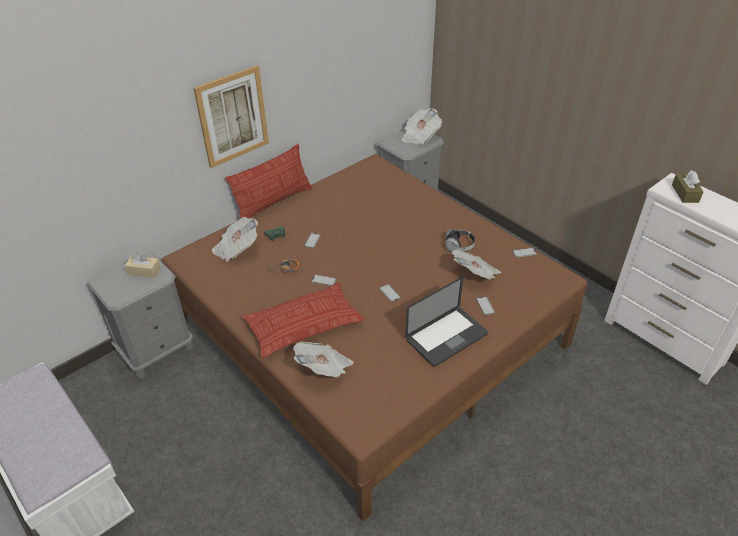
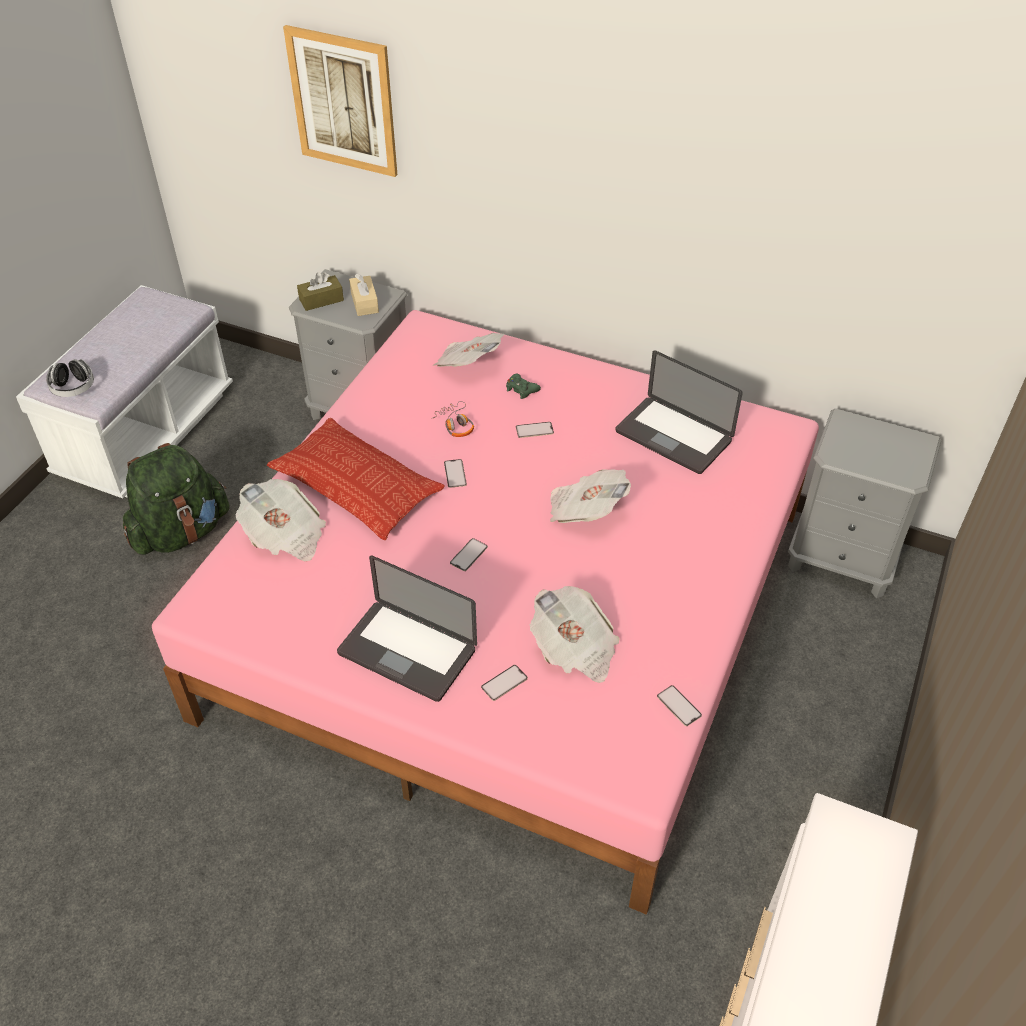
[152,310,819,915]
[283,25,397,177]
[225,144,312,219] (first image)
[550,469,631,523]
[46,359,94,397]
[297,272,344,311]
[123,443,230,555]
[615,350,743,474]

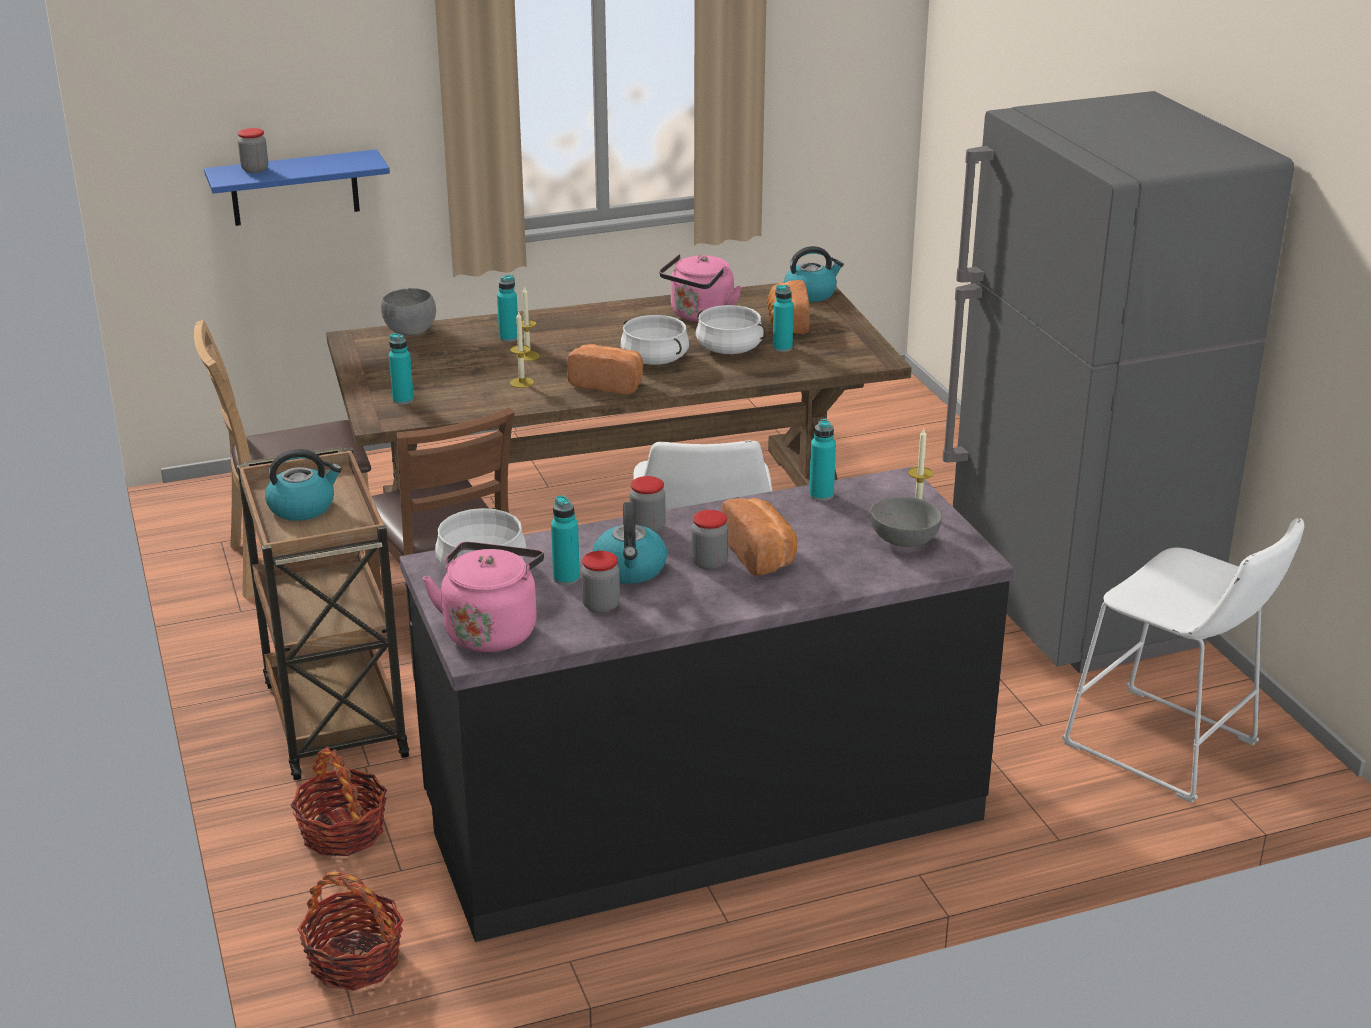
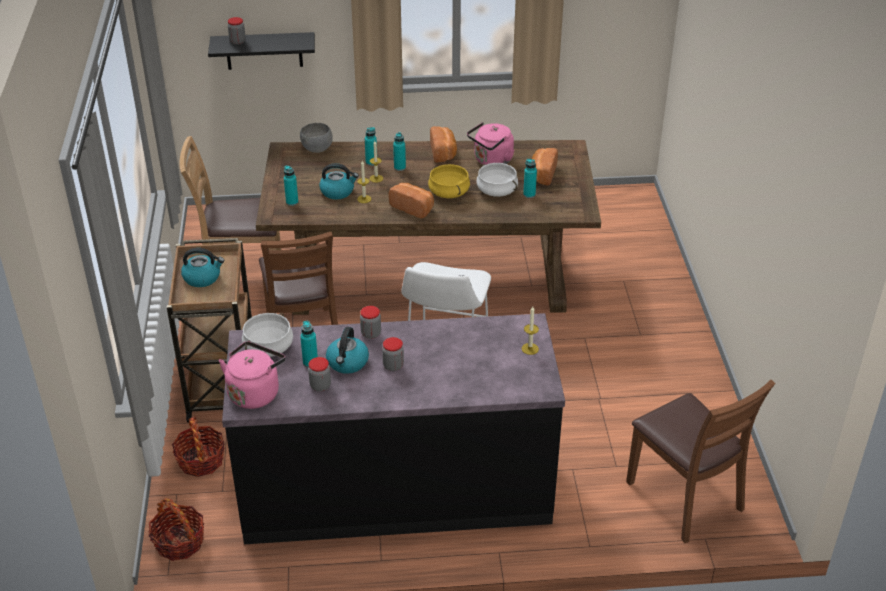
[208,32,315,70]
[428,164,470,198]
[430,126,457,163]
[319,163,359,200]
[393,132,406,171]
[870,497,942,547] (first image)
[942,91,1294,673] (first image)
[626,380,776,543]

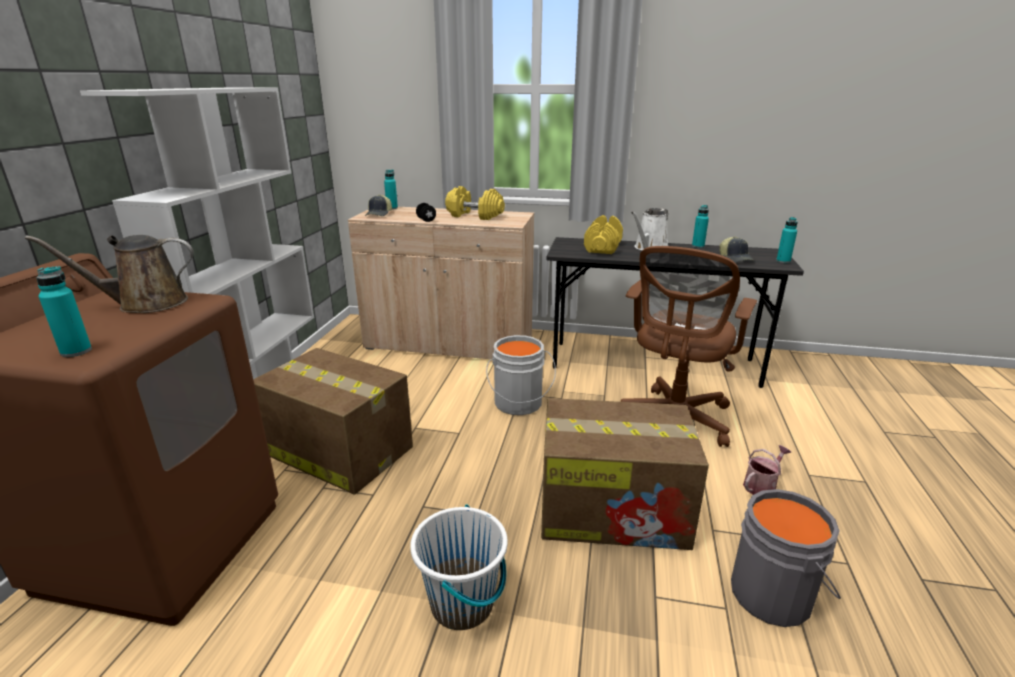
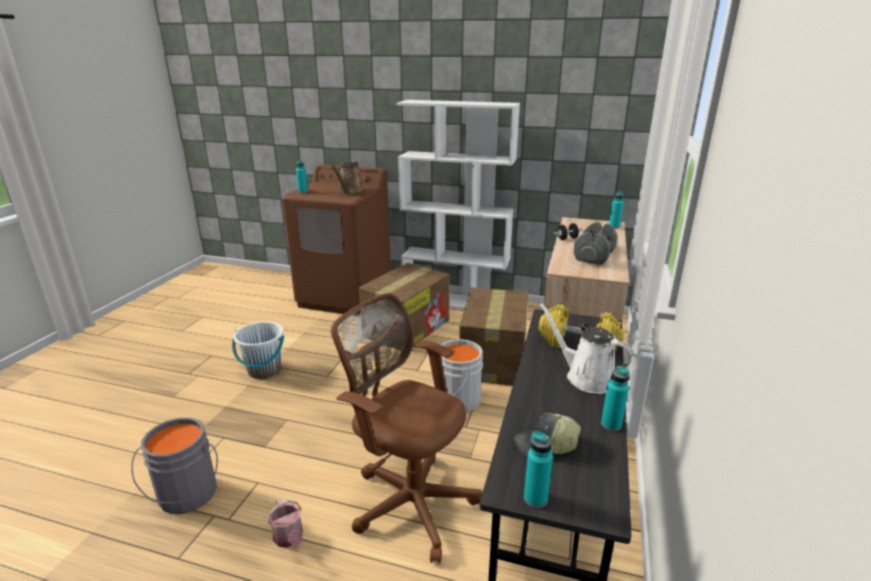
[331,161,364,195]
[365,194,392,216] (first image)
[573,222,618,265]
[459,288,528,386]

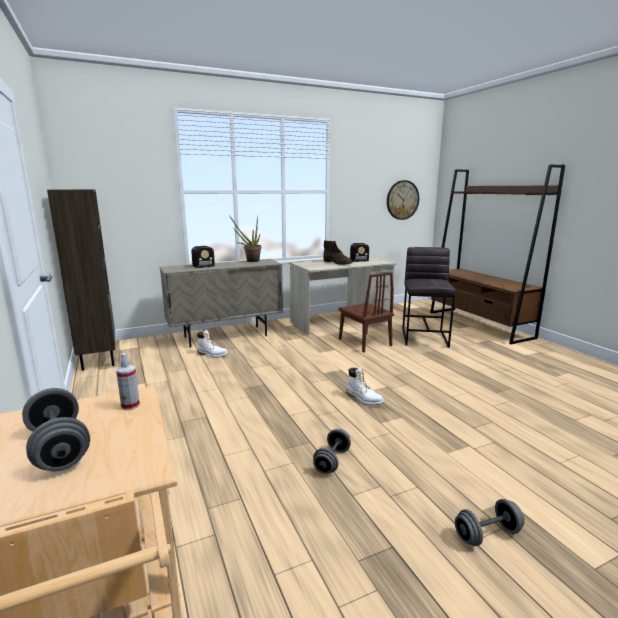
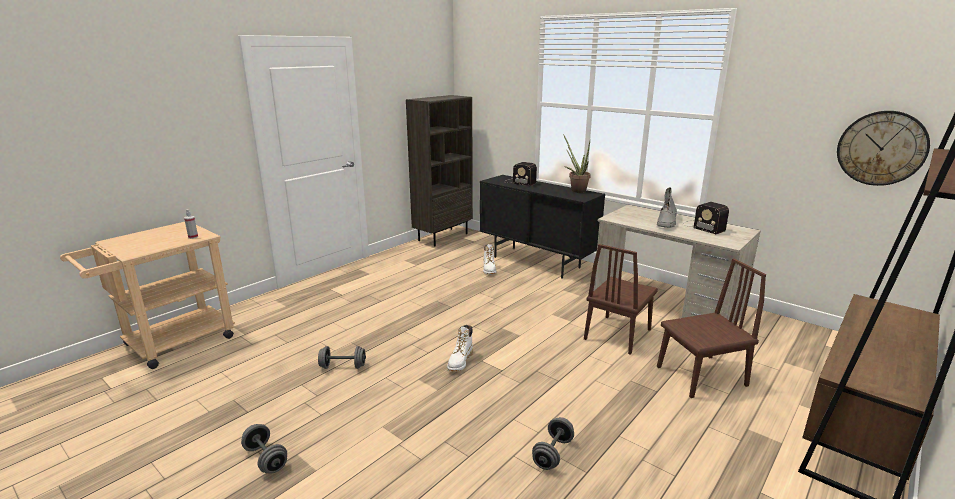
[532,417,574,470]
[480,175,605,279]
[657,187,677,228]
[657,258,766,398]

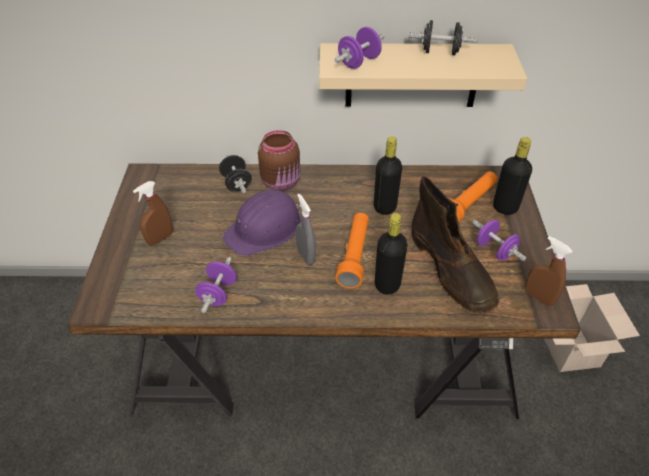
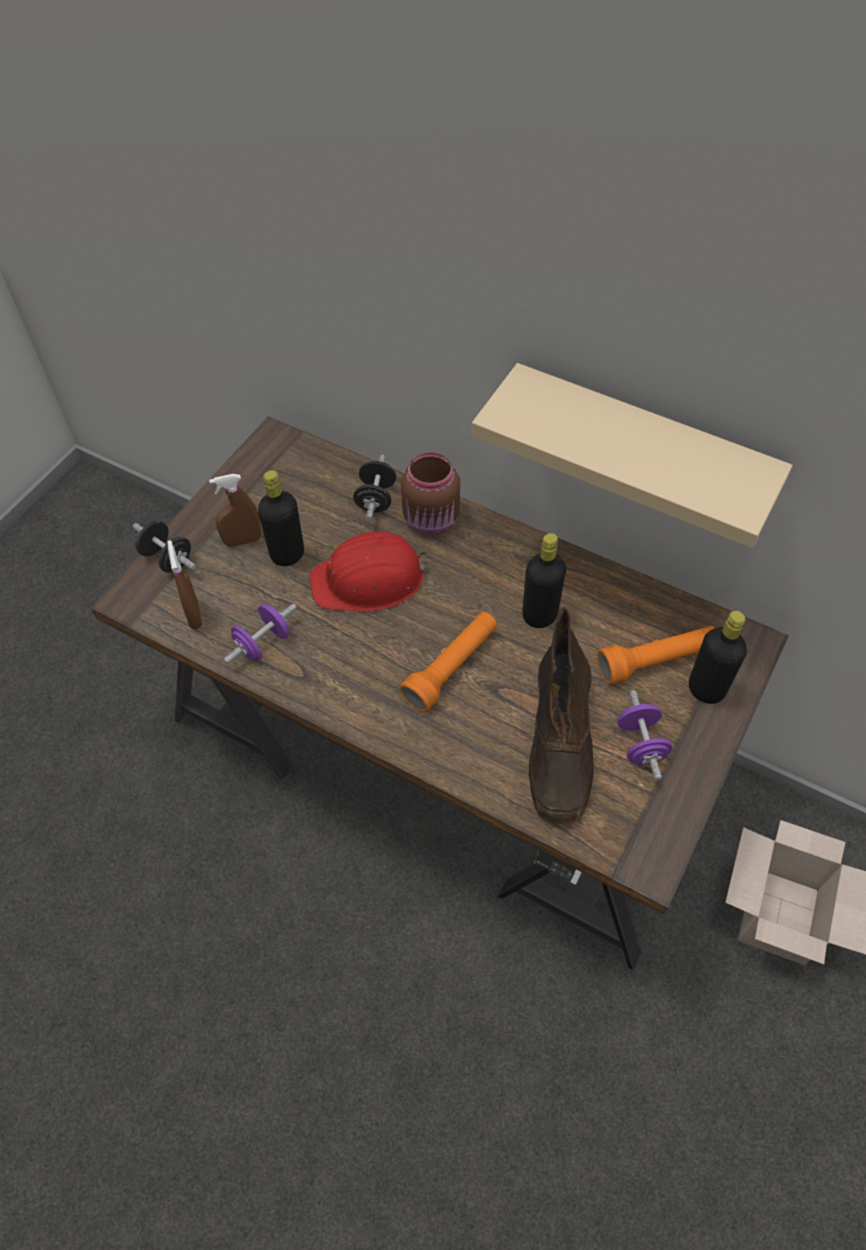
[309,532,429,612]
[296,194,316,265] (first image)
[334,27,385,69] (first image)
[258,470,304,566]
[133,521,196,573]
[168,540,202,629]

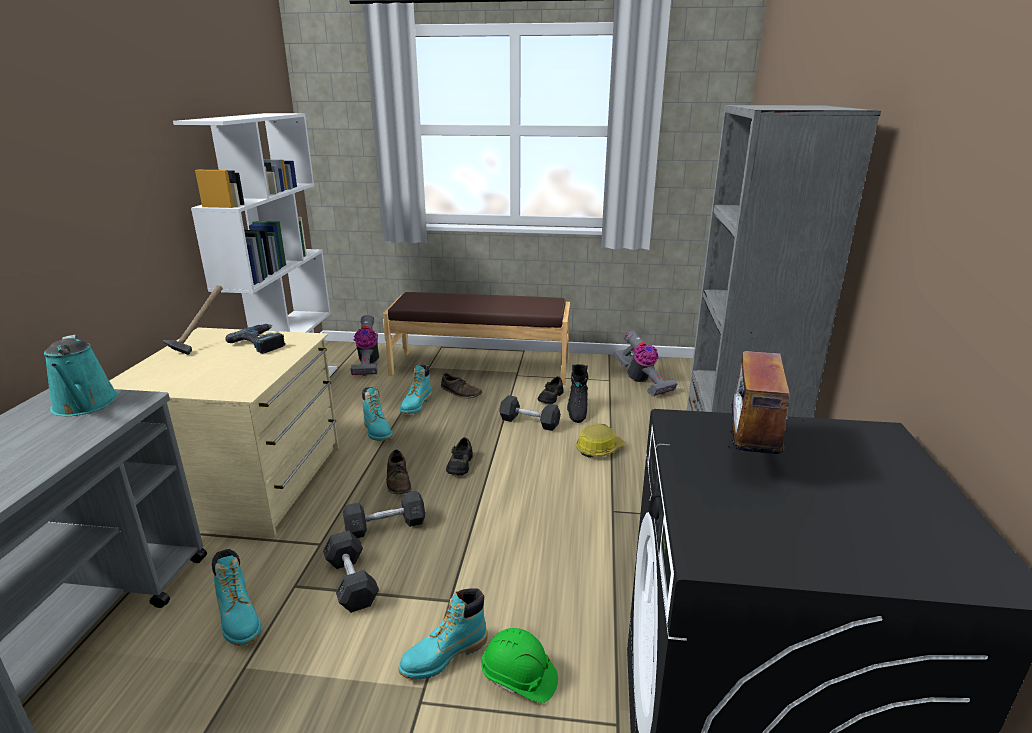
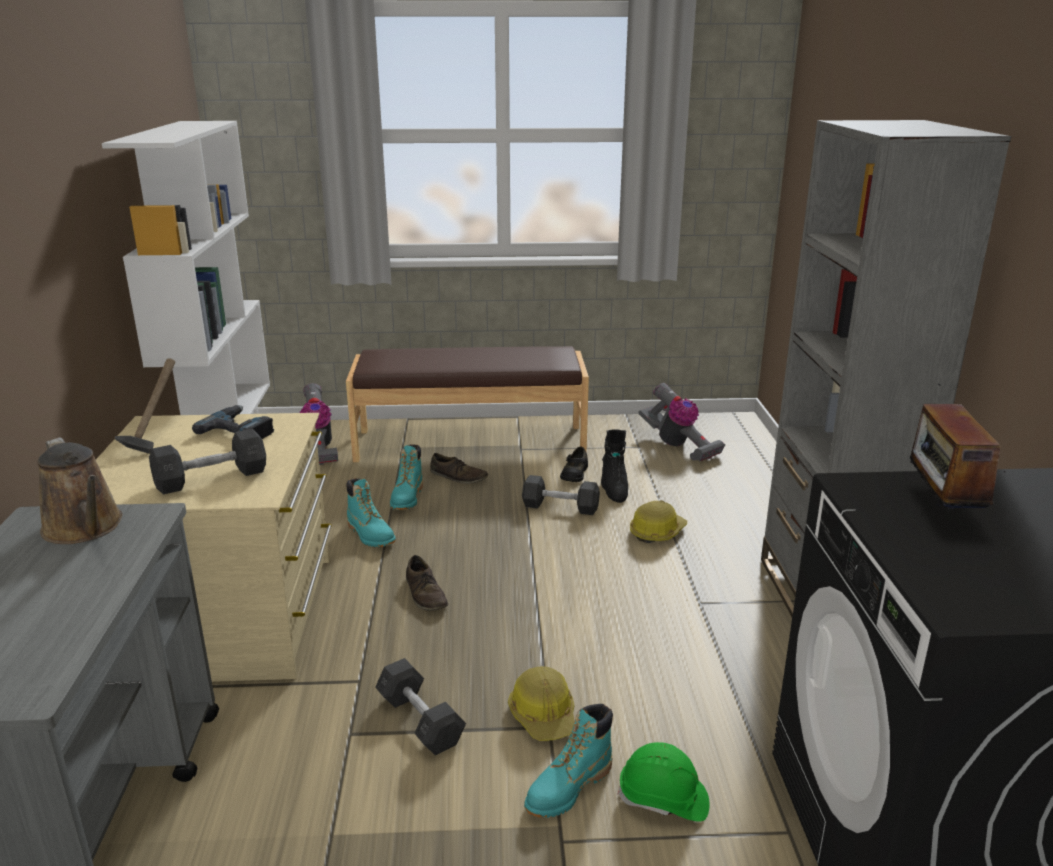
[37,437,123,544]
[212,549,261,646] (first image)
[149,429,266,494]
[446,437,473,475] (first image)
[508,666,574,741]

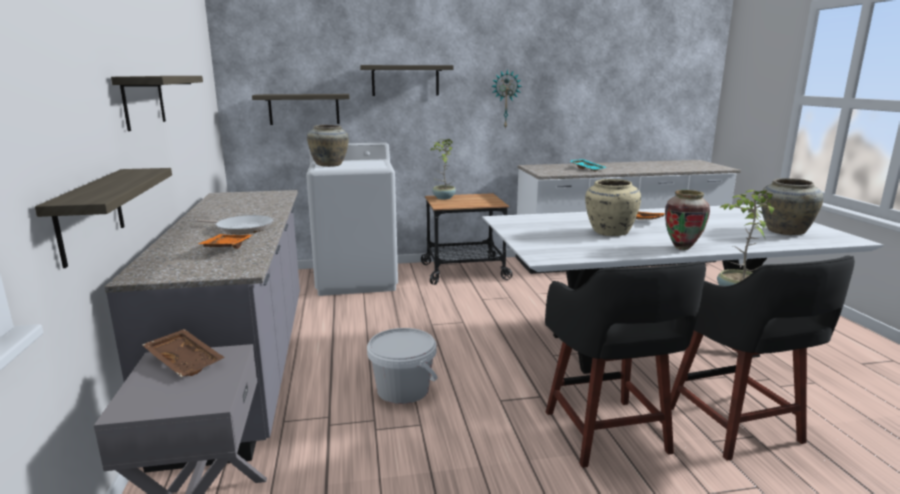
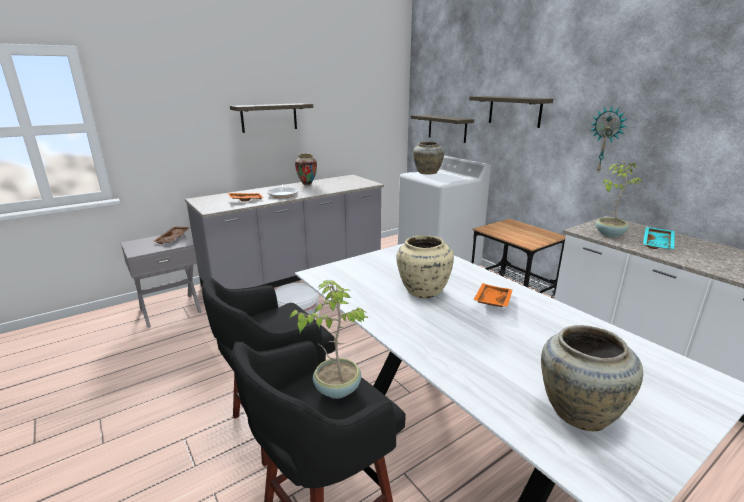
[35,168,172,268] (first image)
[595,162,643,237]
[295,154,317,186]

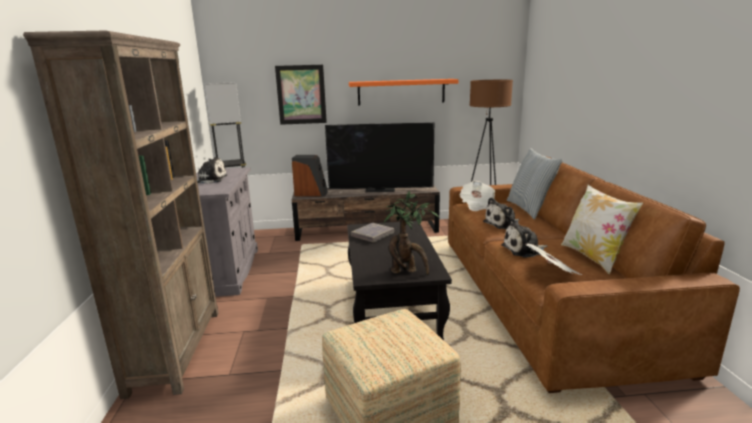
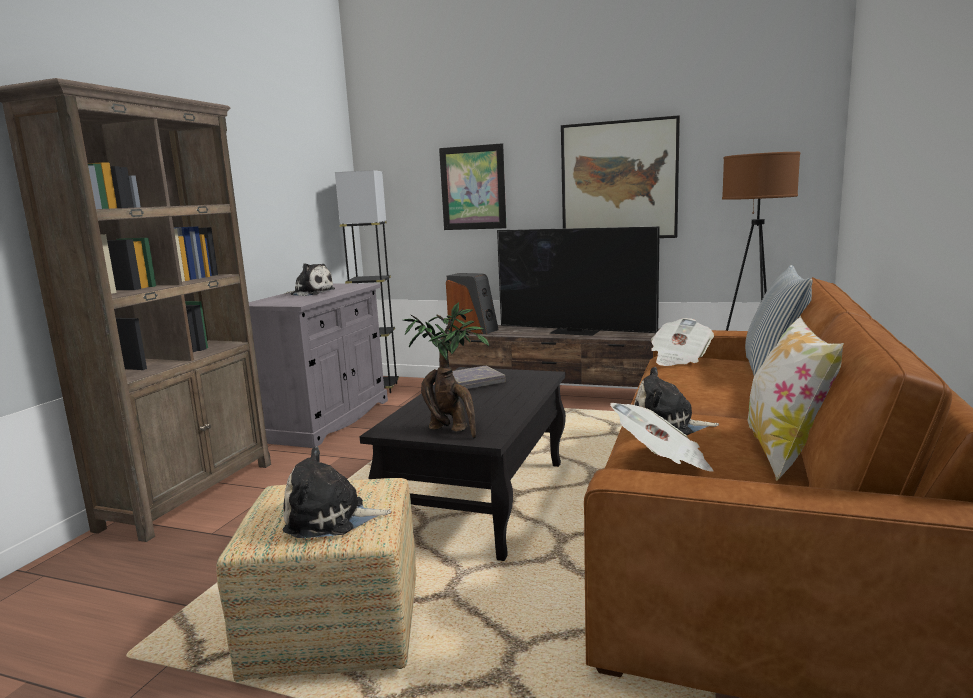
[561,115,680,238]
[283,446,392,538]

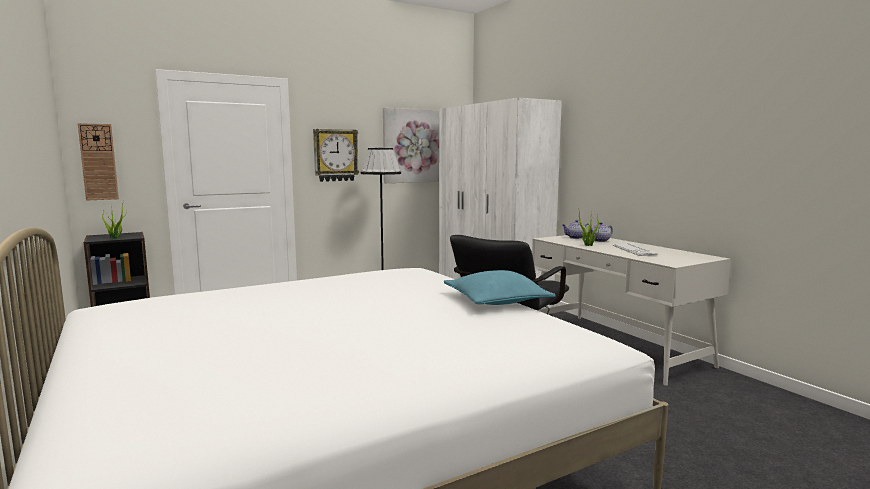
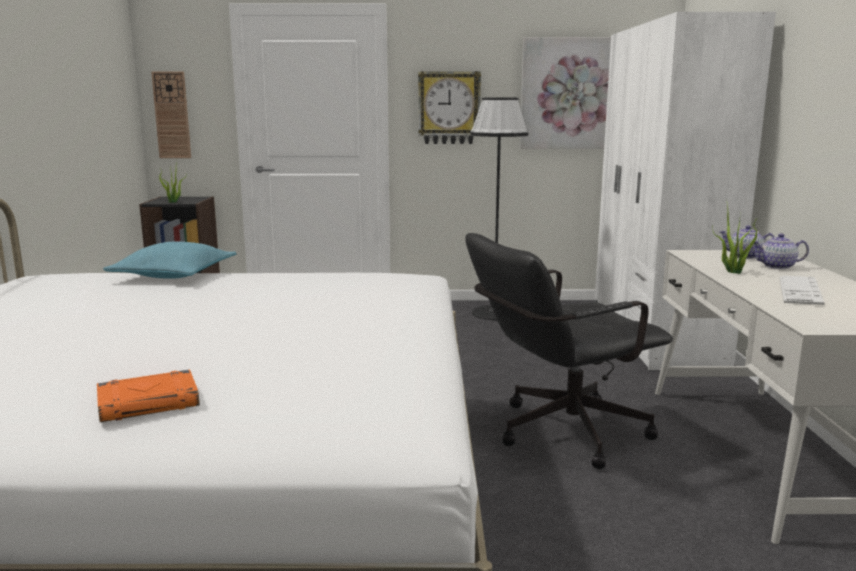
[103,242,237,279]
[97,370,199,422]

